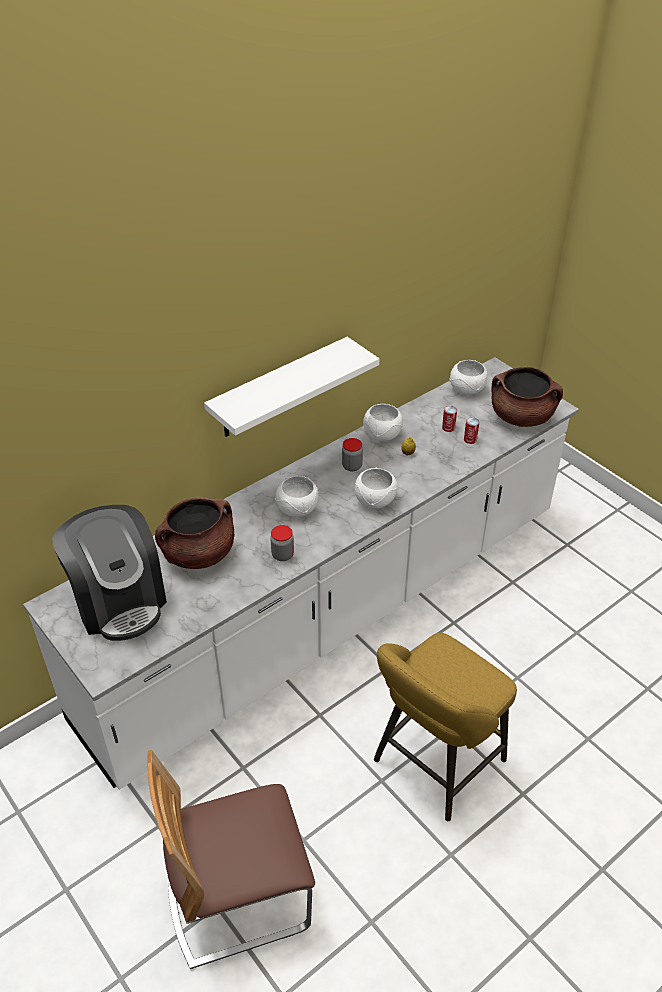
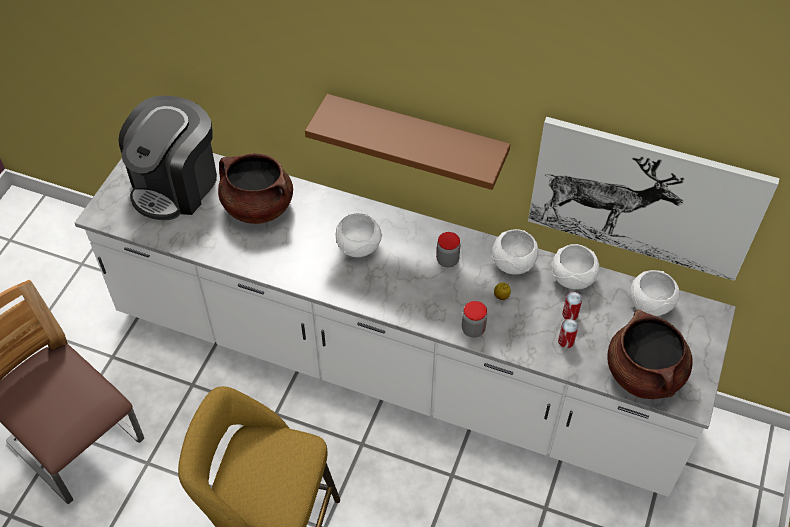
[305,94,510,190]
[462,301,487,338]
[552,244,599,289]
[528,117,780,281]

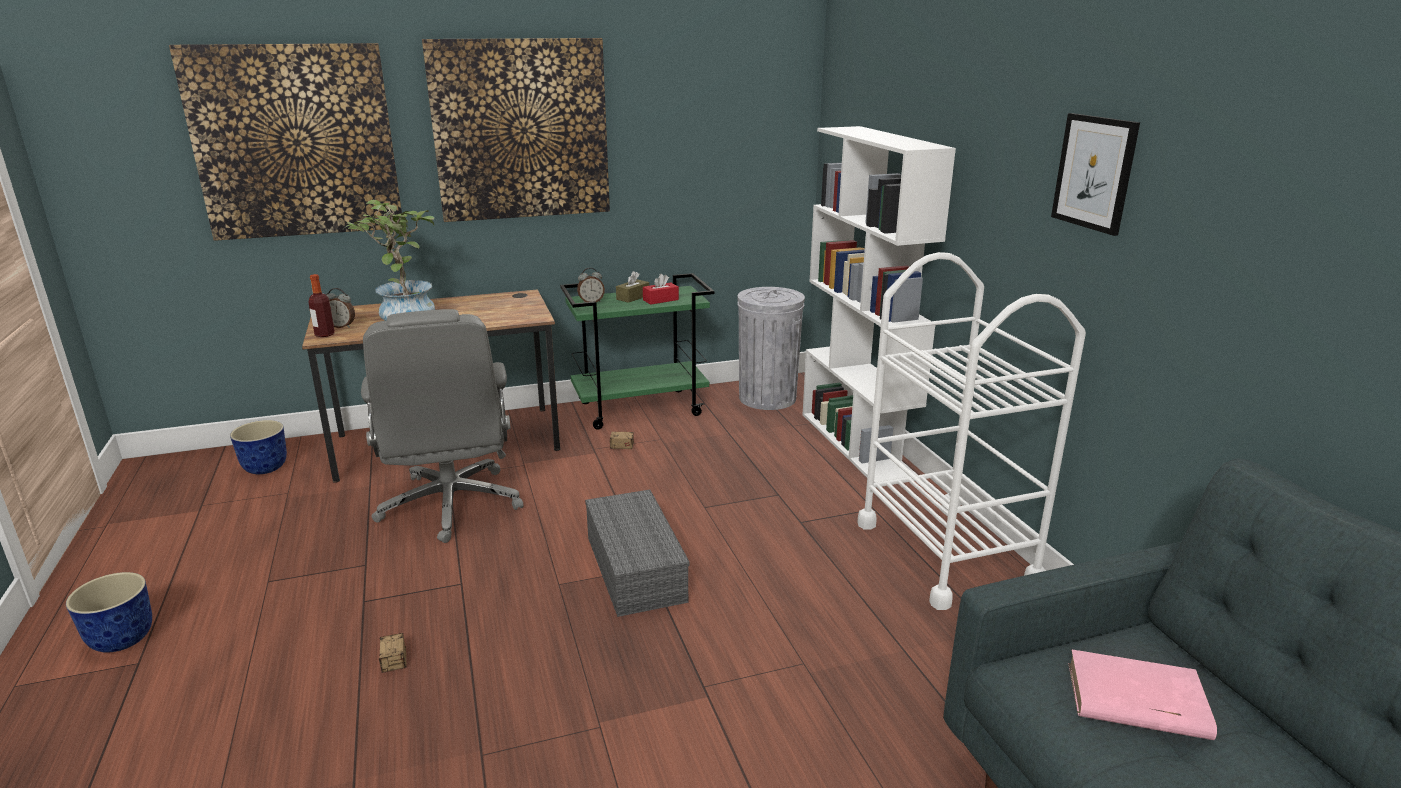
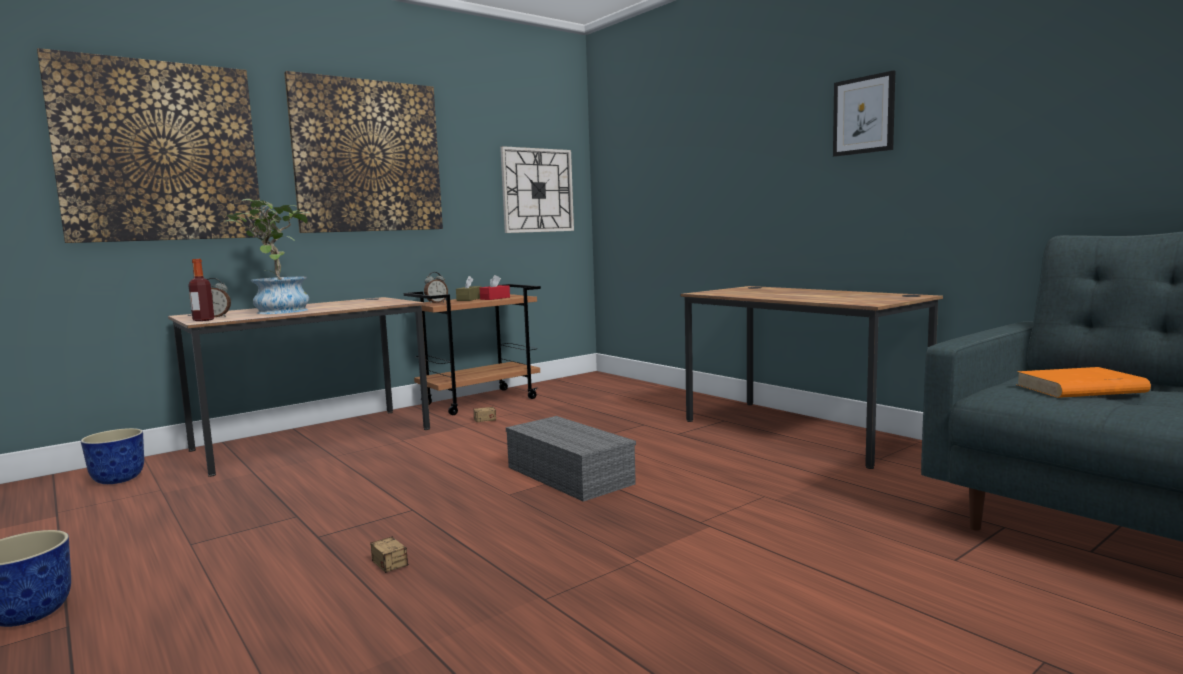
[361,309,524,543] (first image)
[404,284,541,415]
[737,287,805,410] (first image)
[802,126,956,483] (first image)
[681,286,943,469]
[1017,367,1151,398]
[500,146,574,233]

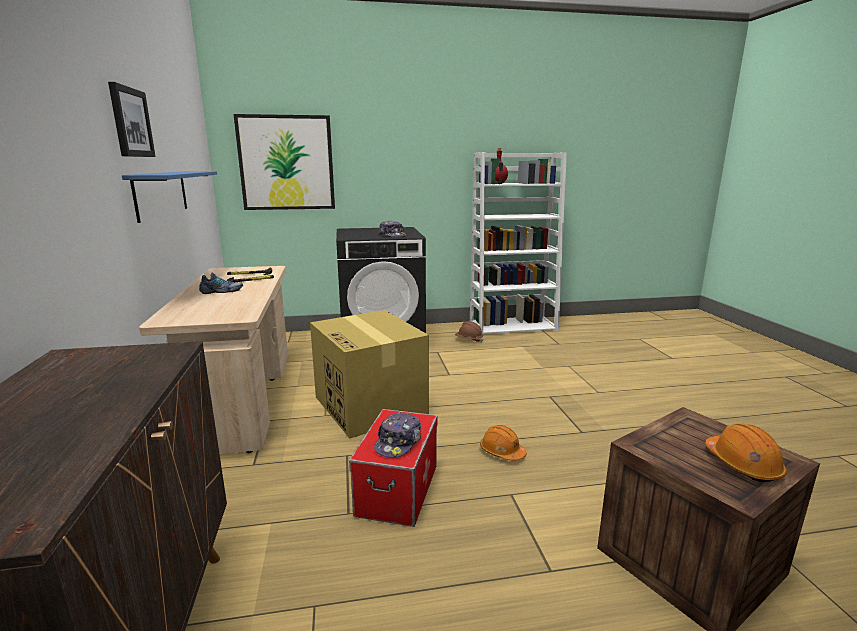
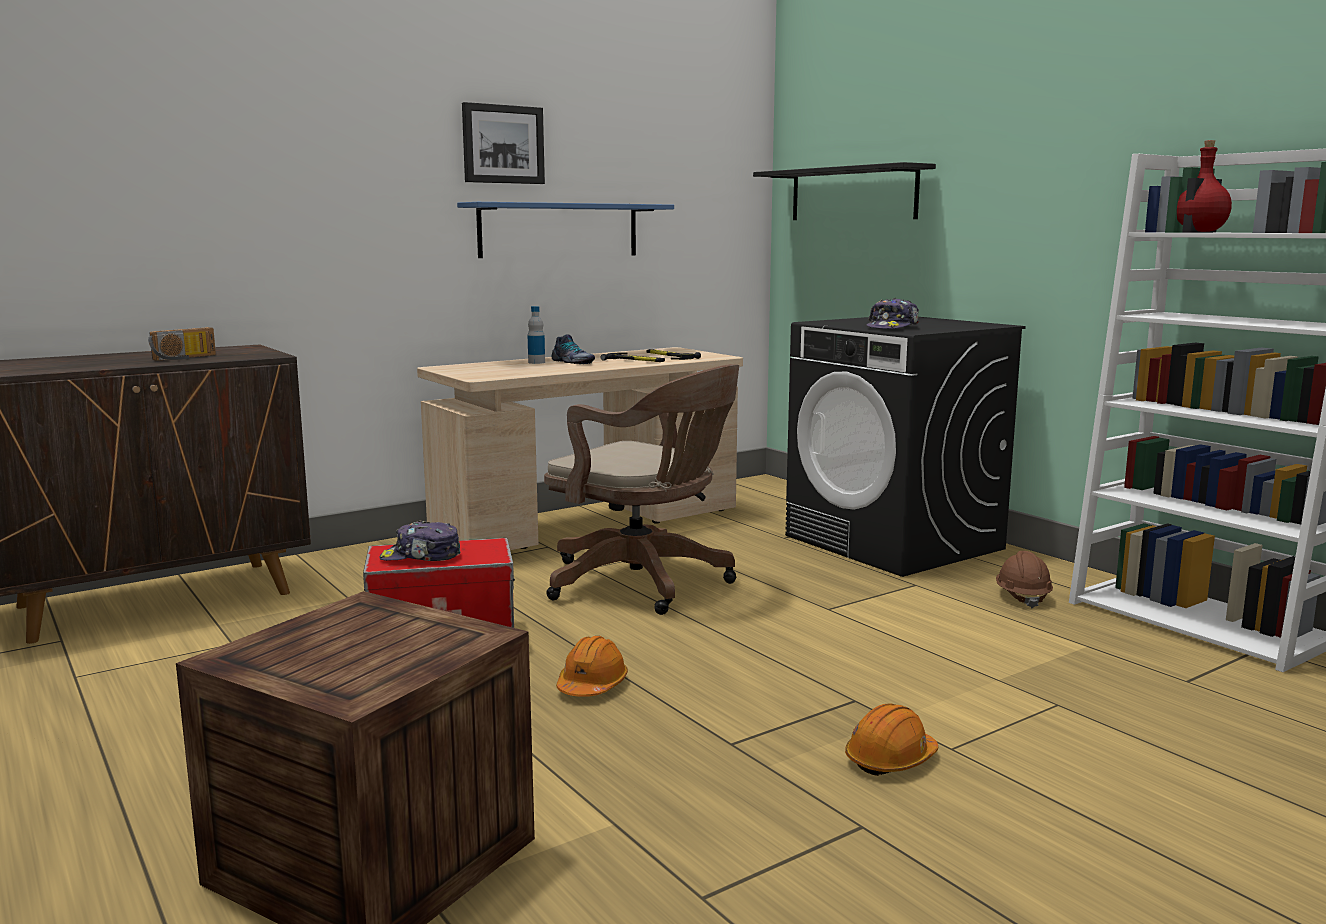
[753,162,936,220]
[544,364,739,615]
[845,703,938,776]
[148,327,216,361]
[528,306,545,364]

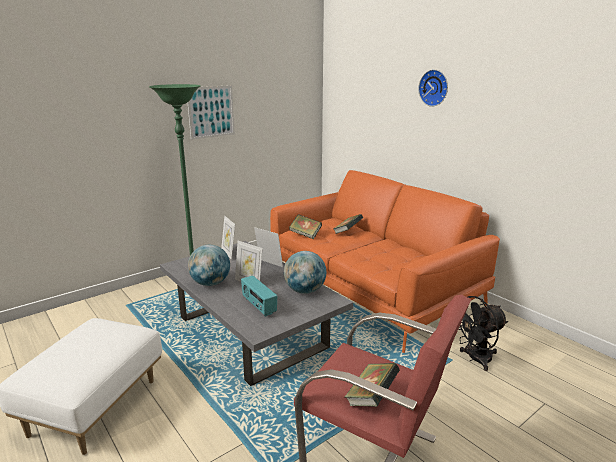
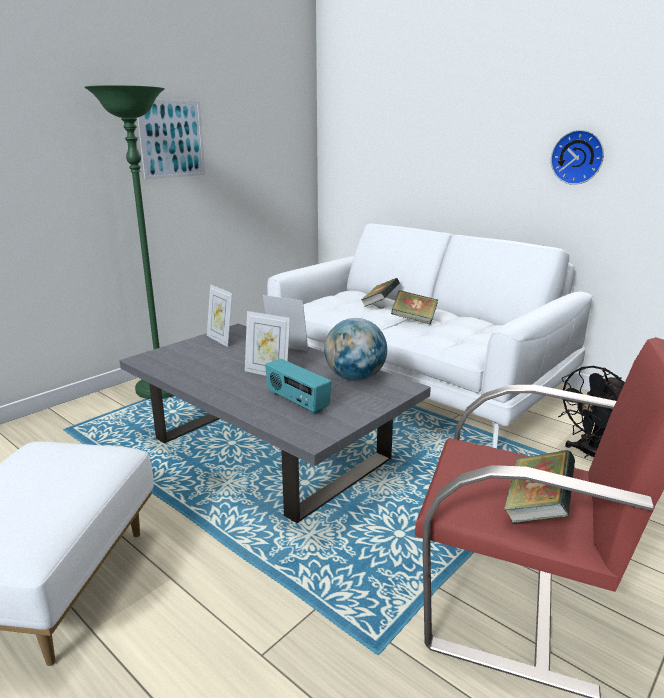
[188,245,230,286] (first image)
[267,223,593,448]
[391,290,438,325]
[551,130,604,185]

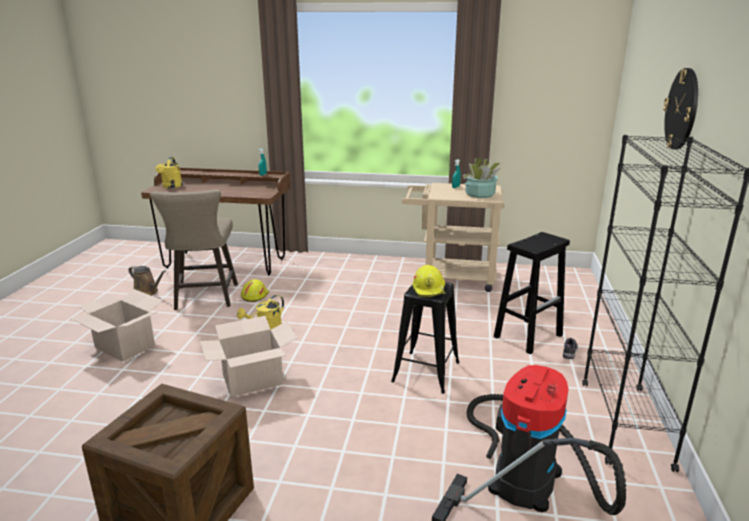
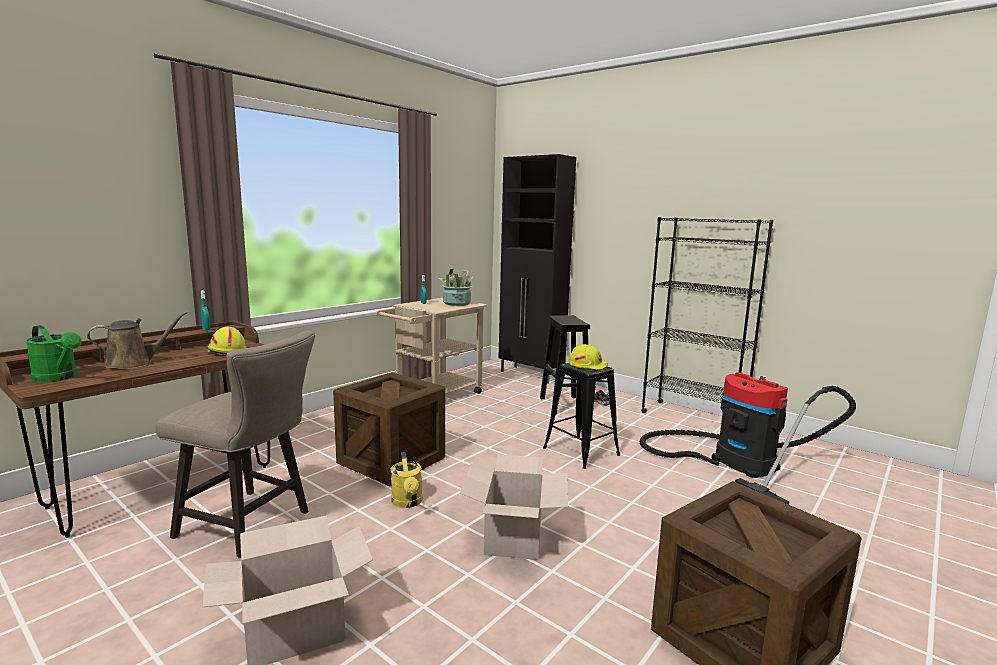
[87,311,188,369]
[25,325,82,382]
[208,327,247,355]
[663,68,698,150] (first image)
[333,372,445,486]
[499,154,576,384]

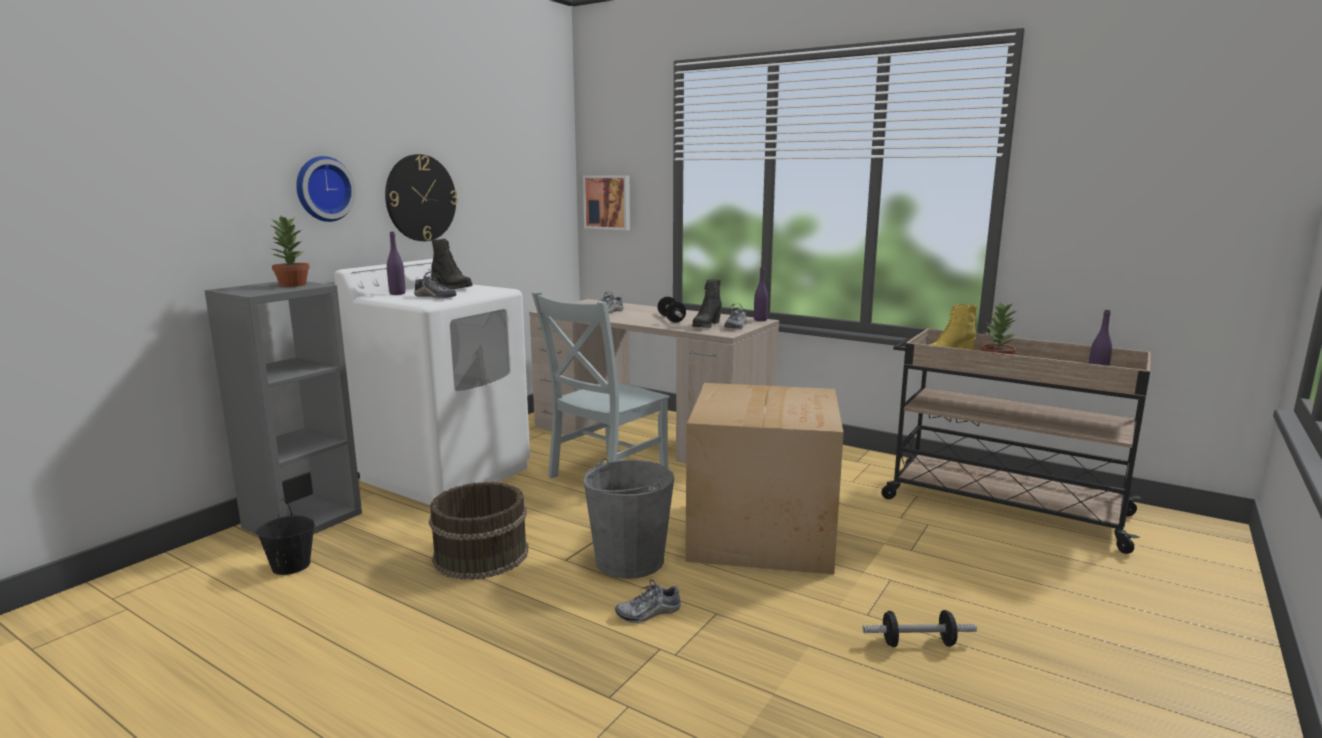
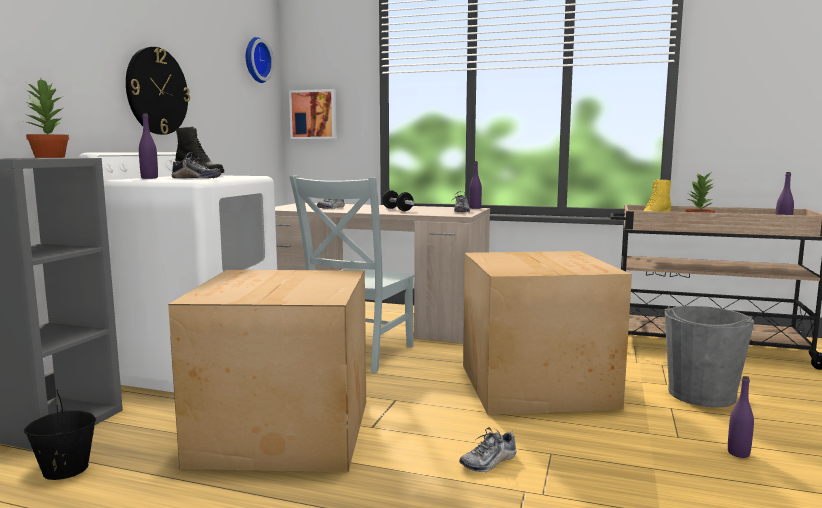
[246,37,274,83]
[168,270,366,472]
[665,305,754,407]
[692,279,722,328] (first image)
[728,376,754,458]

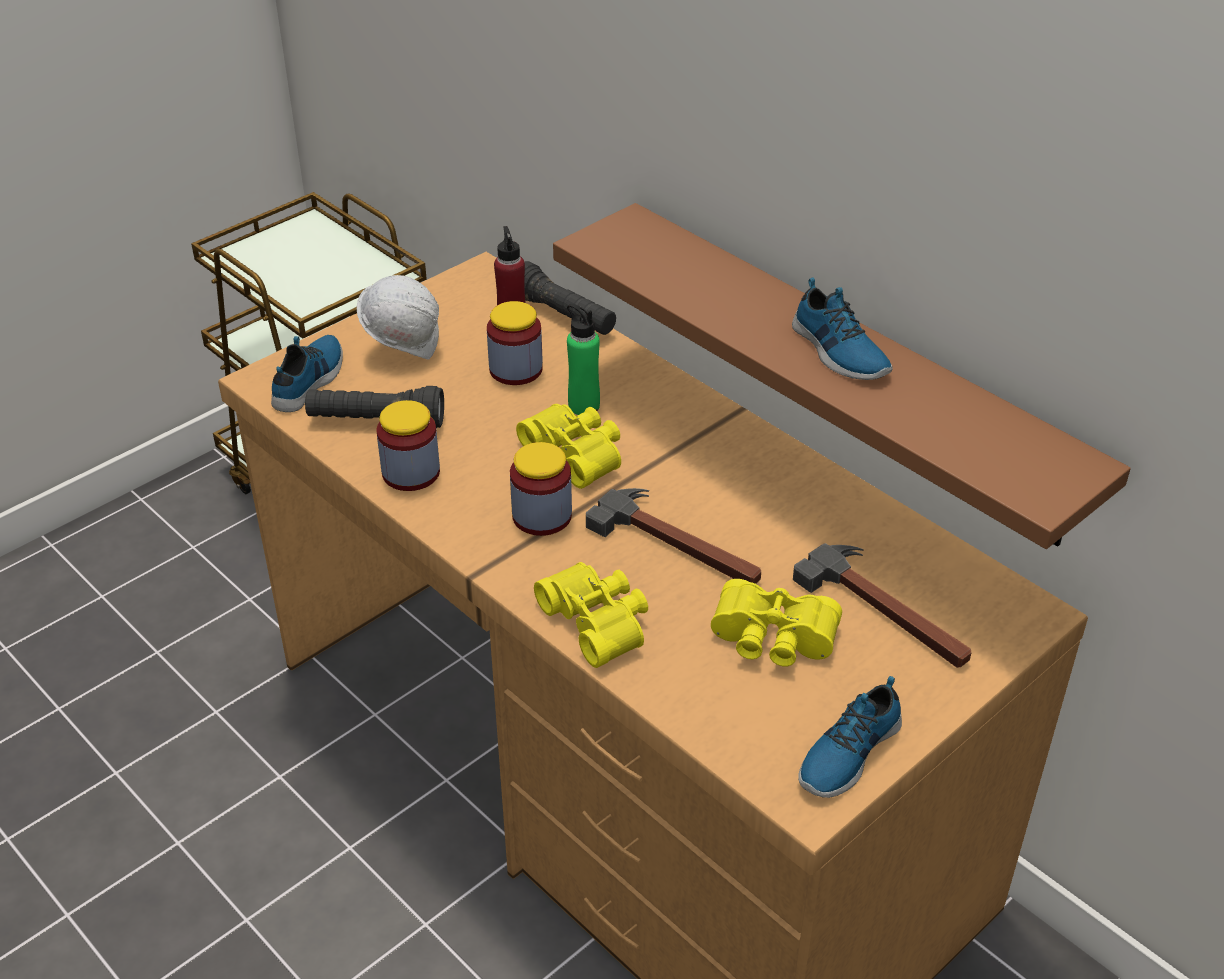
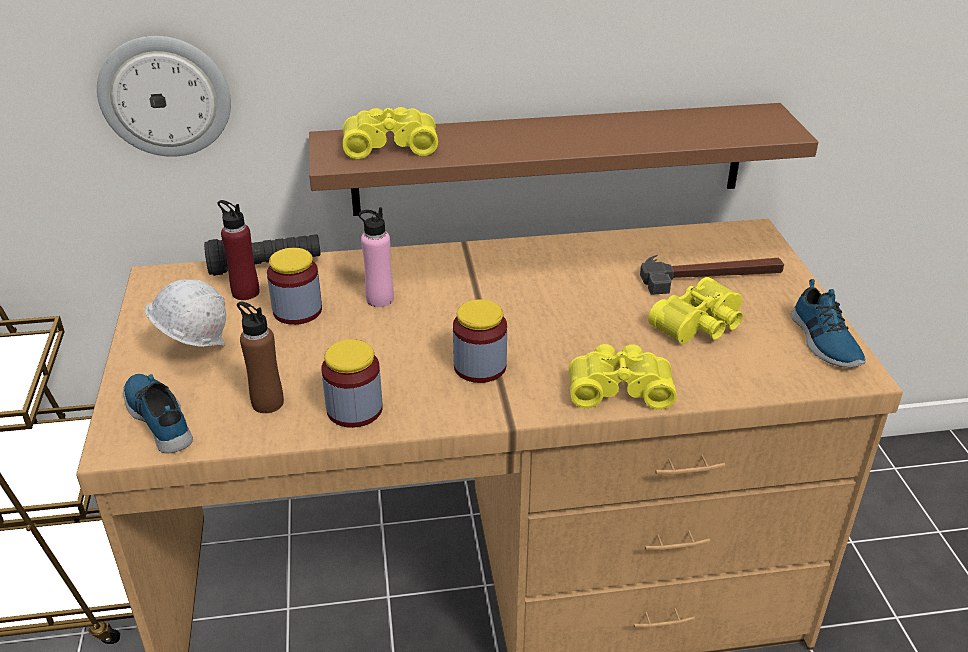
[237,301,284,413]
[343,107,438,159]
[358,207,394,307]
[586,488,761,584] (first image)
[792,278,893,380] (first image)
[97,36,231,157]

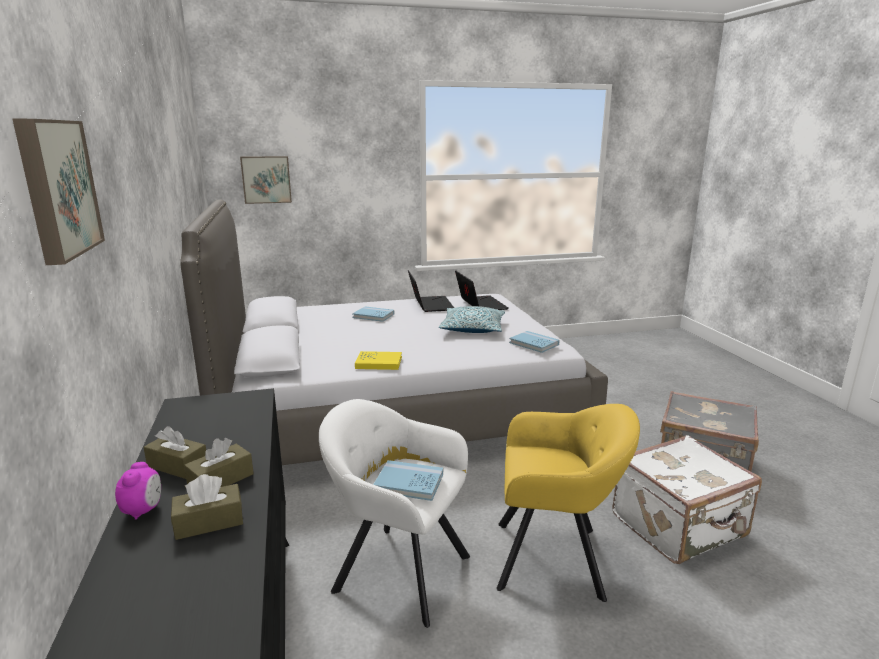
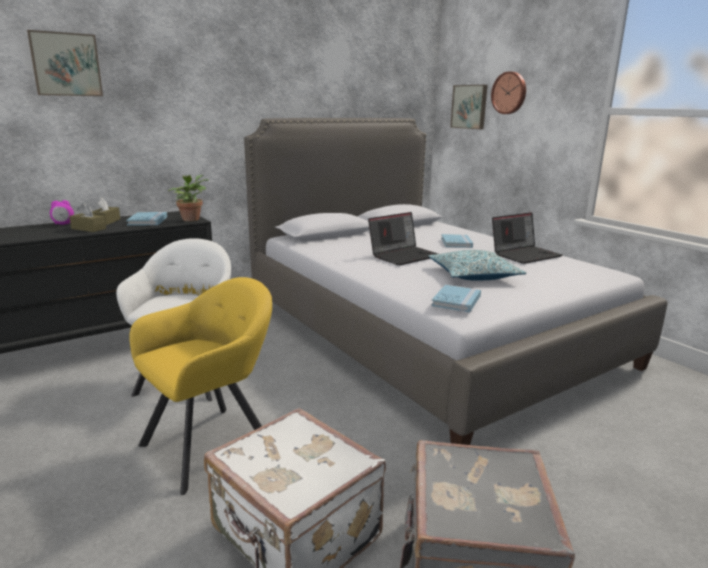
[171,474,243,540] (first image)
[355,351,402,370] (first image)
[126,212,167,225]
[368,212,438,266]
[129,277,272,495]
[168,175,209,221]
[491,71,526,114]

